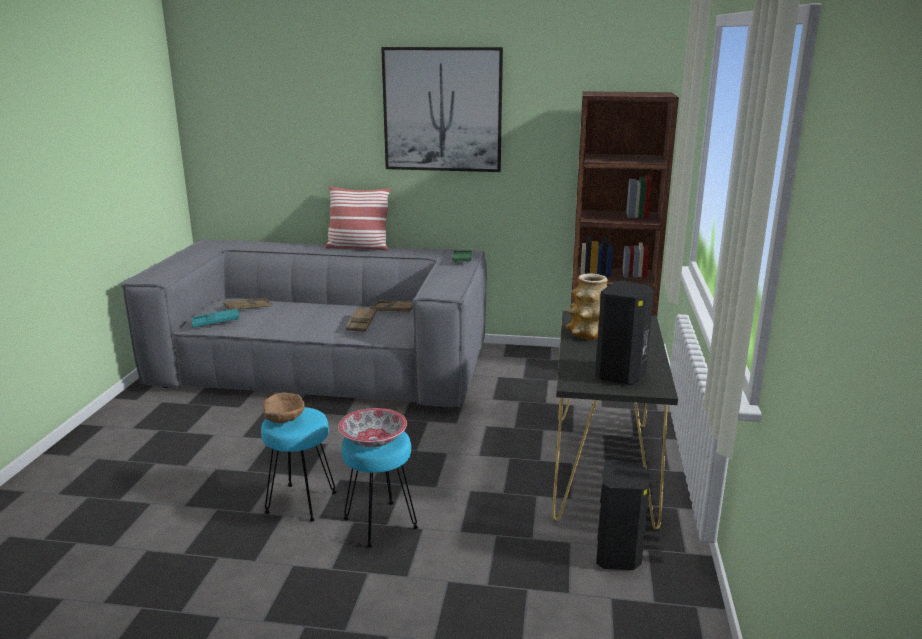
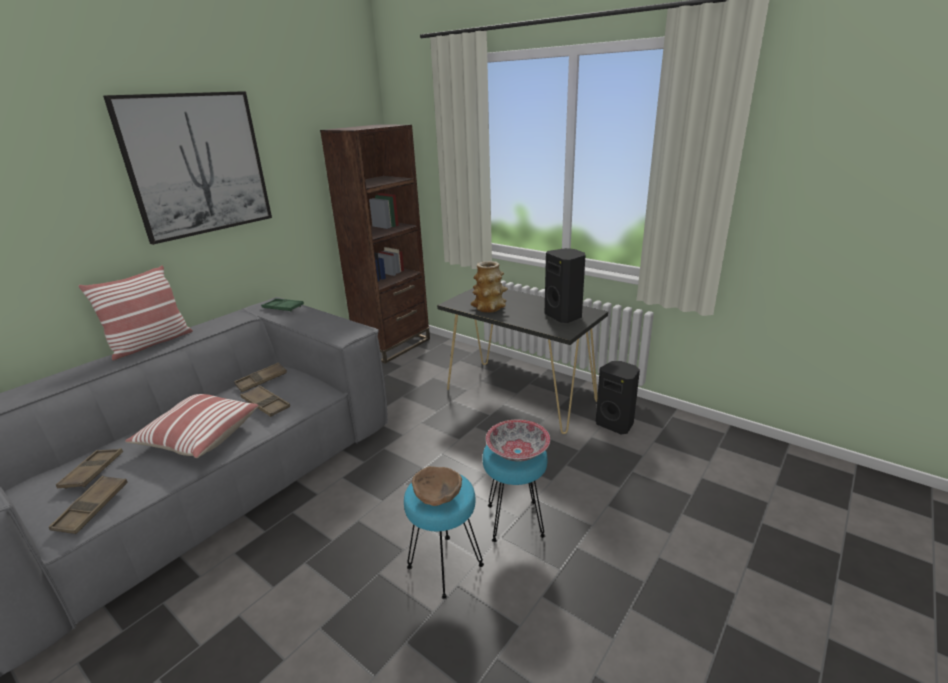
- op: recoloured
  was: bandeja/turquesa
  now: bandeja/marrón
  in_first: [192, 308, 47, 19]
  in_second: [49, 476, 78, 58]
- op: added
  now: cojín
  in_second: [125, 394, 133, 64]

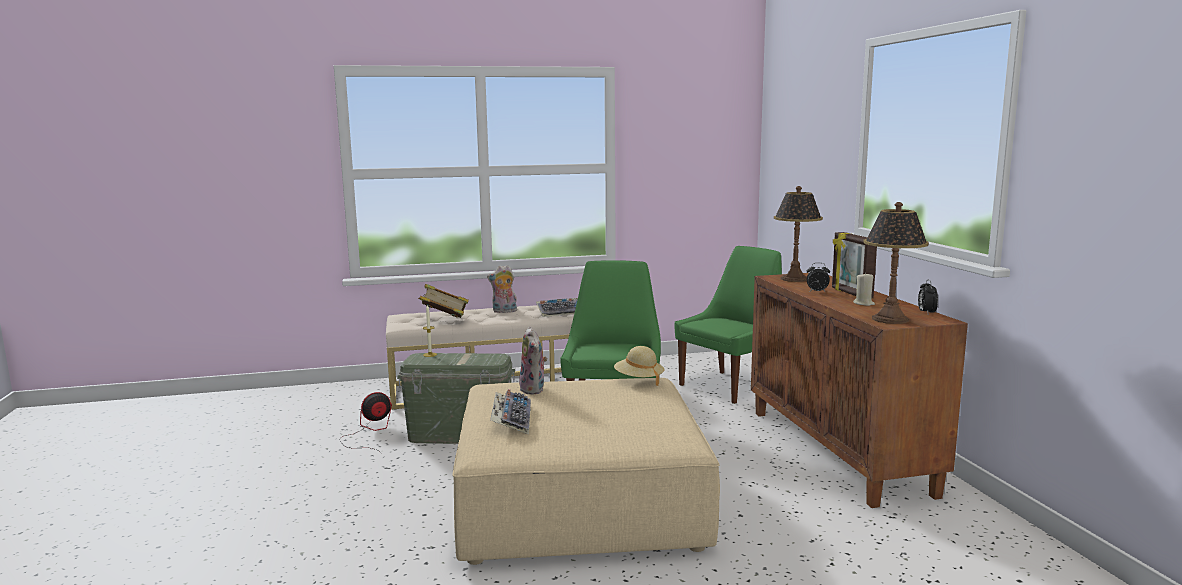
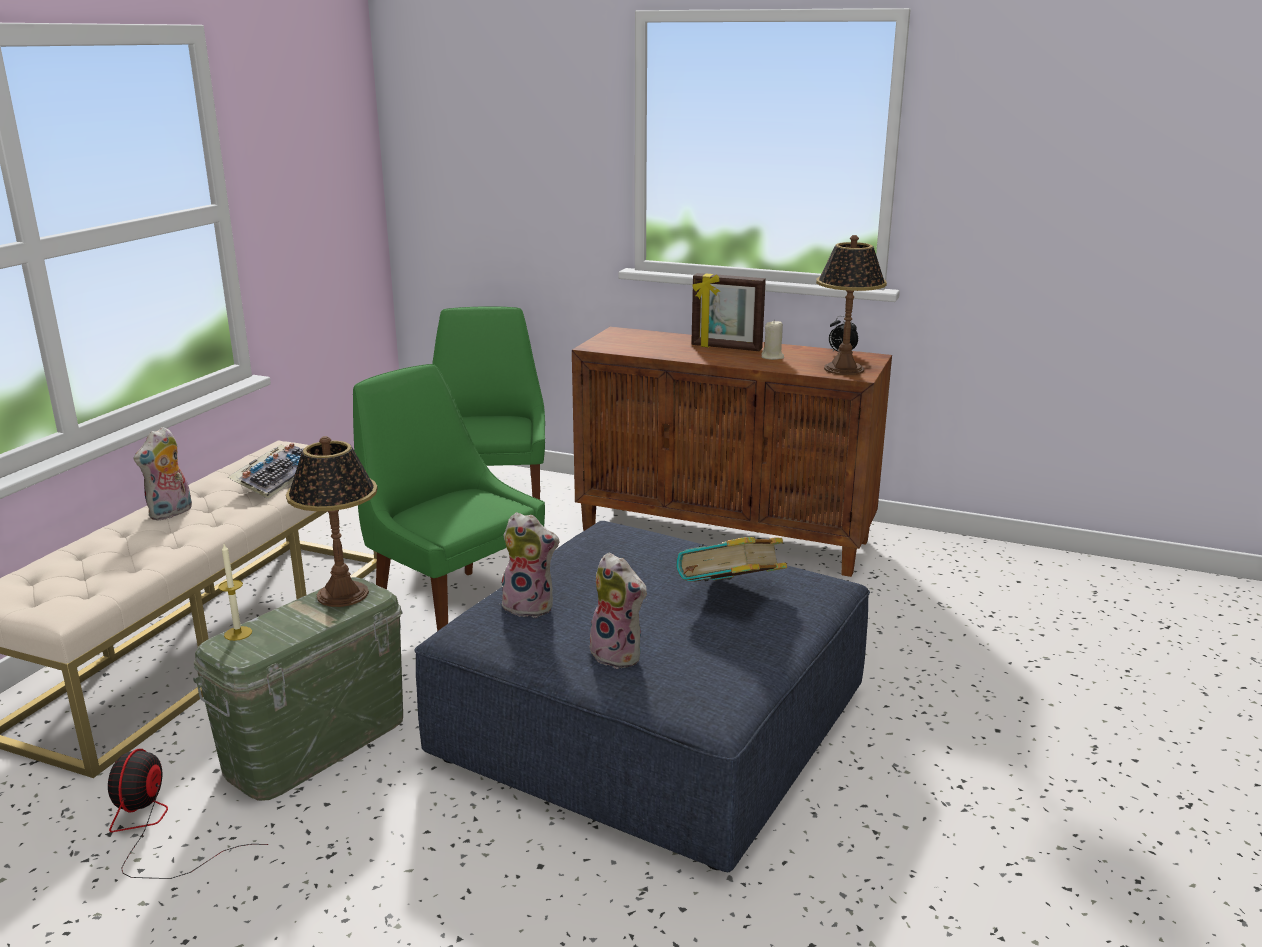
- op: moved
  was: lámpara de mesa
  in_first: [774, 186, 49, 96]
  in_second: [286, 436, 92, 171]
- op: recoloured
  was: puf/beis
  now: puf/azul
  in_first: [452, 378, 268, 187]
  in_second: [414, 521, 456, 351]
- op: replaced
  was: teclado
  now: peluche
  in_first: [490, 389, 41, 45]
  in_second: [583, 553, 64, 116]
- op: moved
  was: libro
  in_first: [418, 284, 51, 34]
  in_second: [676, 537, 111, 45]
- op: removed
  was: sombrero/beis
  in_first: [614, 346, 51, 40]
- op: removed
  was: despertador
  in_first: [807, 263, 23, 30]

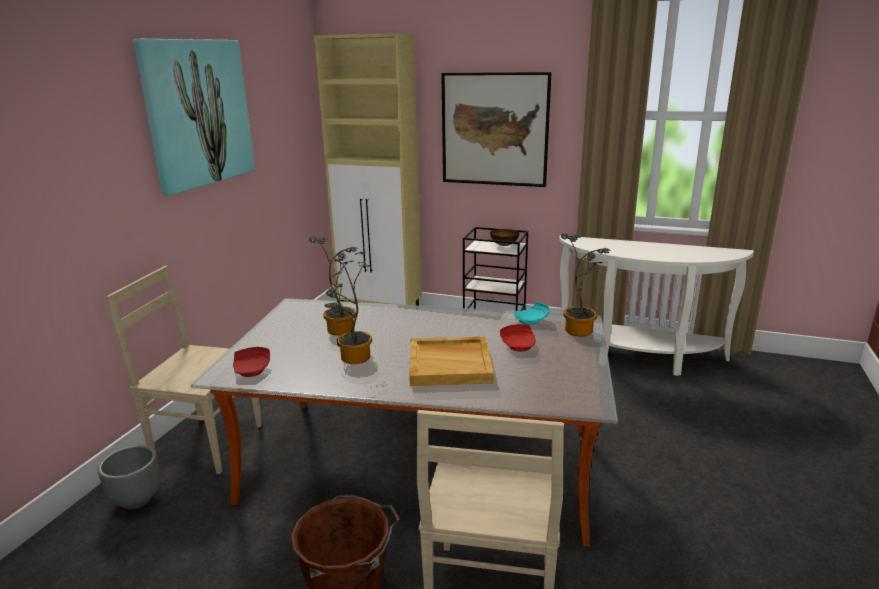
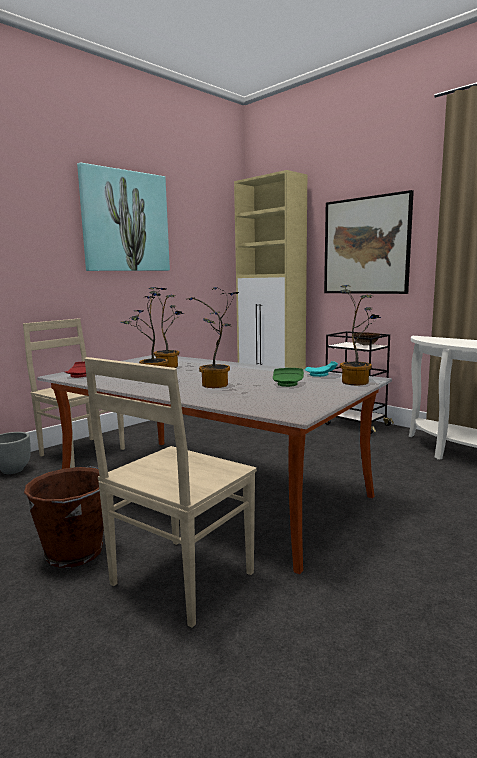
- op: replaced
  was: bandeja/beis
  now: planta en maceta
  in_first: [409, 336, 85, 50]
  in_second: [186, 287, 53, 101]
- op: recoloured
  was: plato/rojo
  now: plato/verde
  in_first: [500, 324, 36, 27]
  in_second: [273, 368, 31, 19]

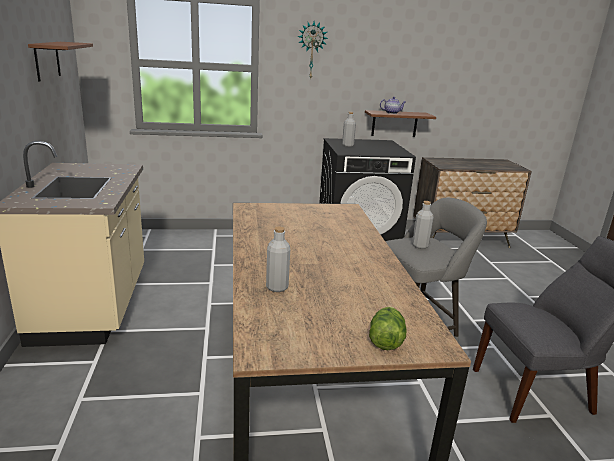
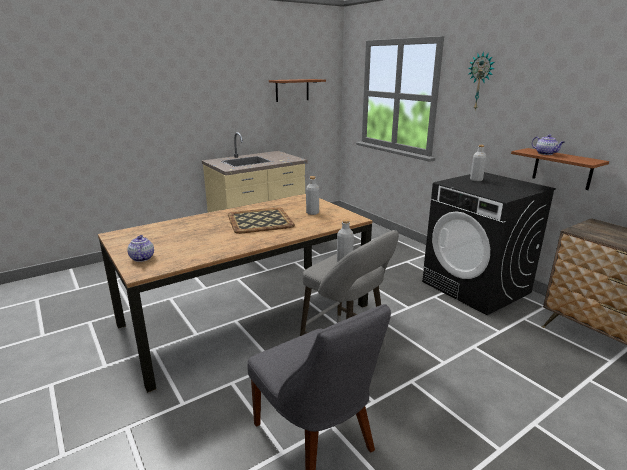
- op: replaced
  was: lechuga
  now: tetera
  in_first: [369, 306, 37, 44]
  in_second: [127, 235, 27, 27]
- op: added
  now: bandeja
  in_second: [228, 207, 67, 27]
- op: moved
  was: botella/gris
  in_first: [266, 226, 24, 66]
  in_second: [306, 176, 13, 39]

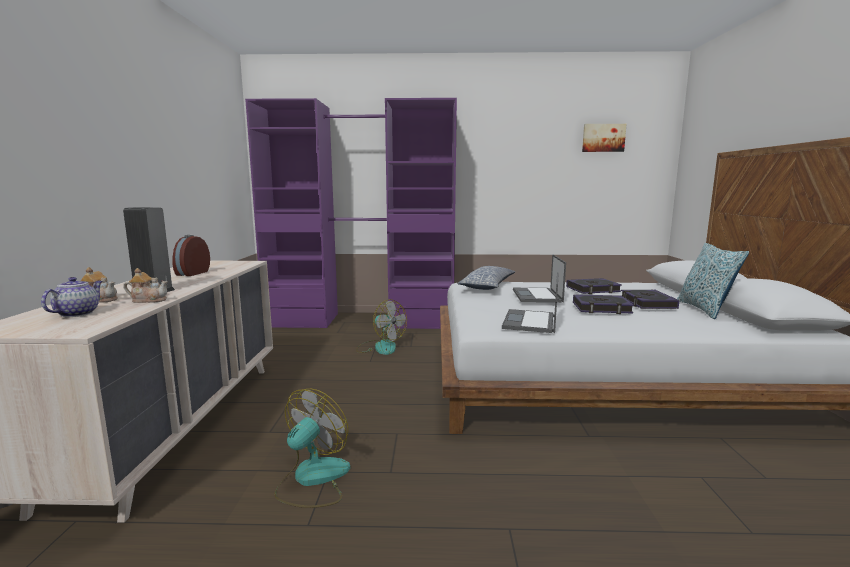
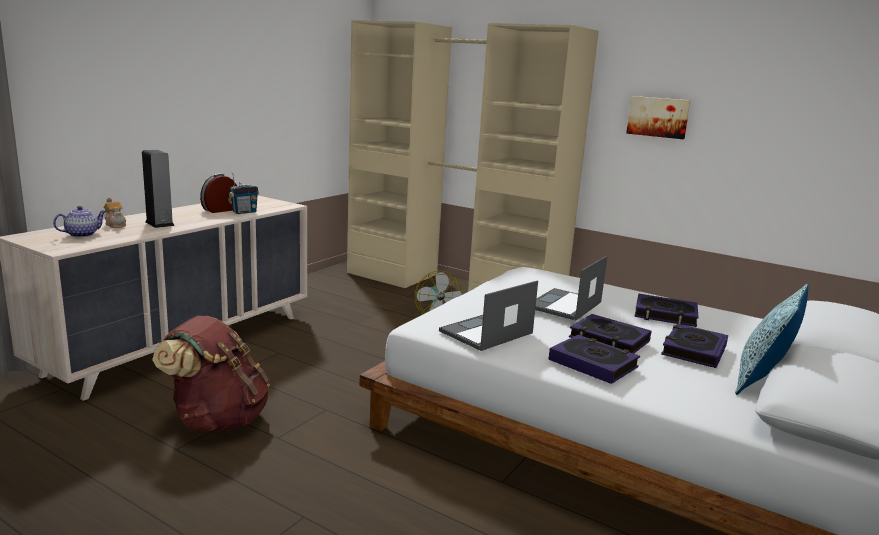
- op: replaced
  was: ventilador
  now: mochila/marrón
  in_first: [274, 388, 76, 120]
  in_second: [152, 316, 119, 115]
- op: added
  now: radio
  in_second: [228, 172, 31, 42]
- op: recoloured
  was: armario ropero/morado
  now: armario ropero/beis
  in_first: [245, 98, 212, 231]
  in_second: [347, 20, 252, 272]
- op: added
  now: libro
  in_second: [549, 334, 91, 50]
- op: moved
  was: cuadro
  in_first: [582, 124, 45, 28]
  in_second: [626, 96, 65, 43]
- op: removed
  was: tetera
  in_first: [123, 268, 45, 35]
- op: removed
  was: cojín
  in_first: [457, 266, 58, 24]

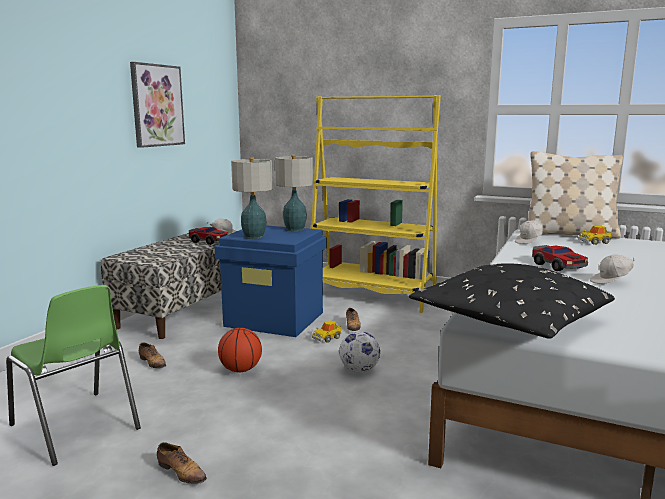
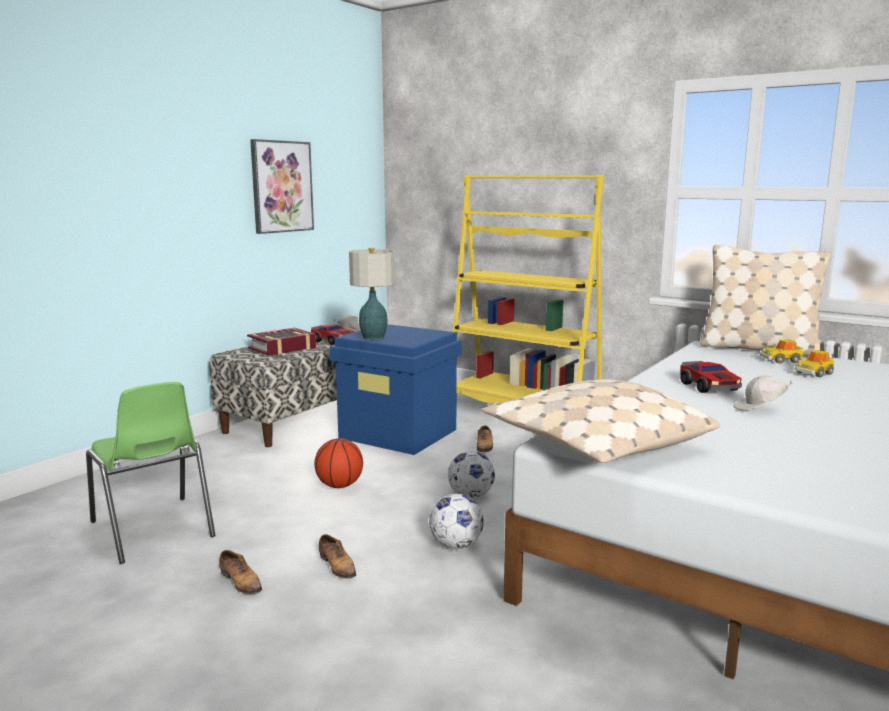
- op: added
  now: libro
  in_second: [247, 328, 69, 28]
- op: moved
  was: zapato
  in_first: [139, 342, 27, 26]
  in_second: [319, 534, 37, 45]
- op: added
  now: balón de fútbol
  in_second: [429, 494, 55, 55]
- op: recoloured
  was: cojín/negro
  now: cojín/beis
  in_first: [409, 263, 206, 76]
  in_second: [482, 379, 238, 84]
- op: moved
  was: coche de juguete
  in_first: [312, 320, 29, 23]
  in_second: [795, 350, 39, 27]
- op: removed
  was: lámpara de mesa
  in_first: [275, 155, 38, 76]
- op: removed
  was: gorra/blanco
  in_first: [515, 221, 28, 23]

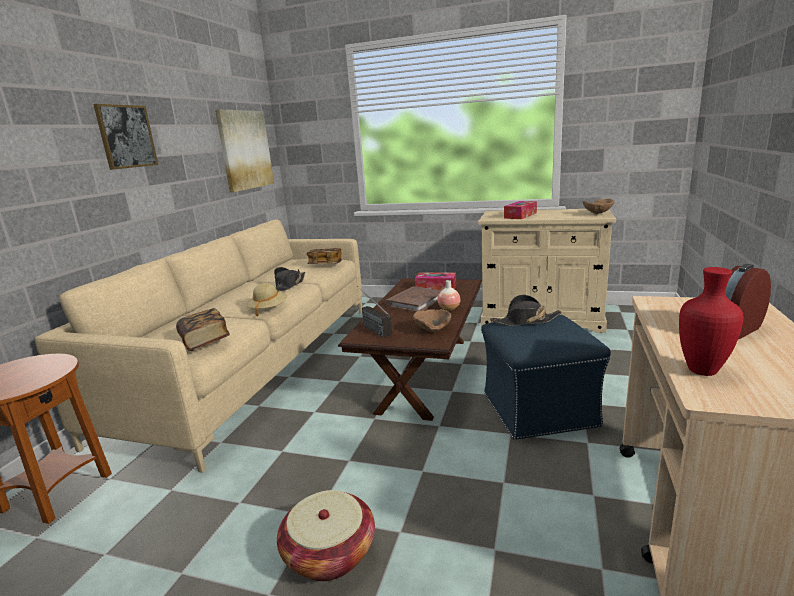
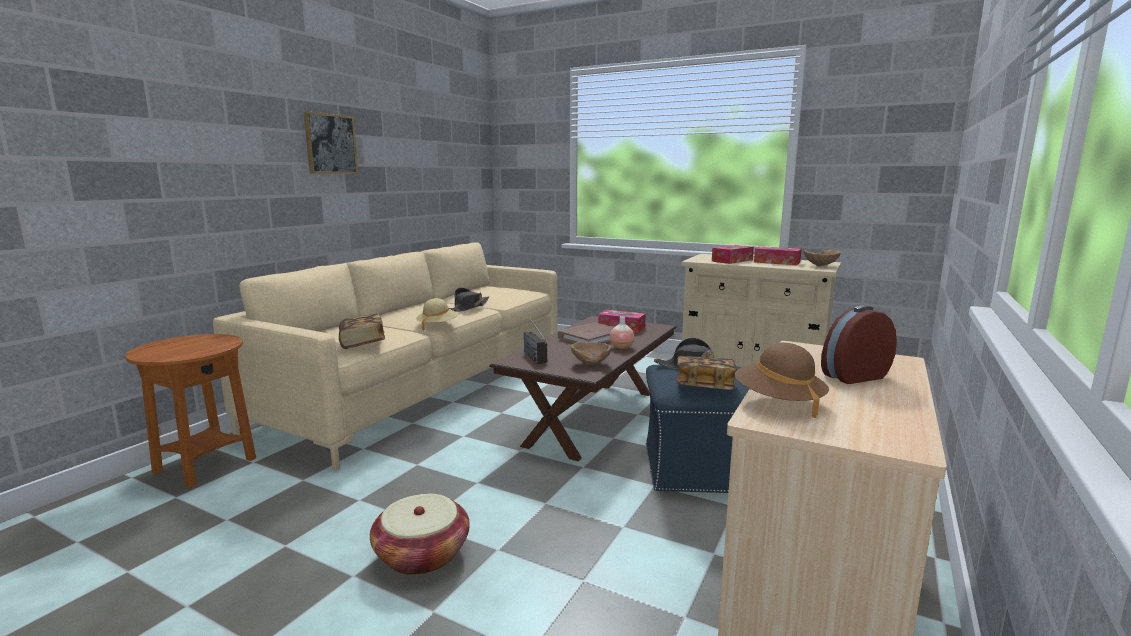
- op: moved
  was: libro
  in_first: [306, 248, 36, 16]
  in_second: [676, 356, 61, 34]
- op: replaced
  was: florero/rojo
  now: sombrero/marrón
  in_first: [679, 267, 65, 109]
  in_second: [735, 343, 94, 75]
- op: added
  now: caja de pañuelos
  in_second: [754, 246, 48, 19]
- op: removed
  was: cuadro
  in_first: [215, 109, 59, 83]

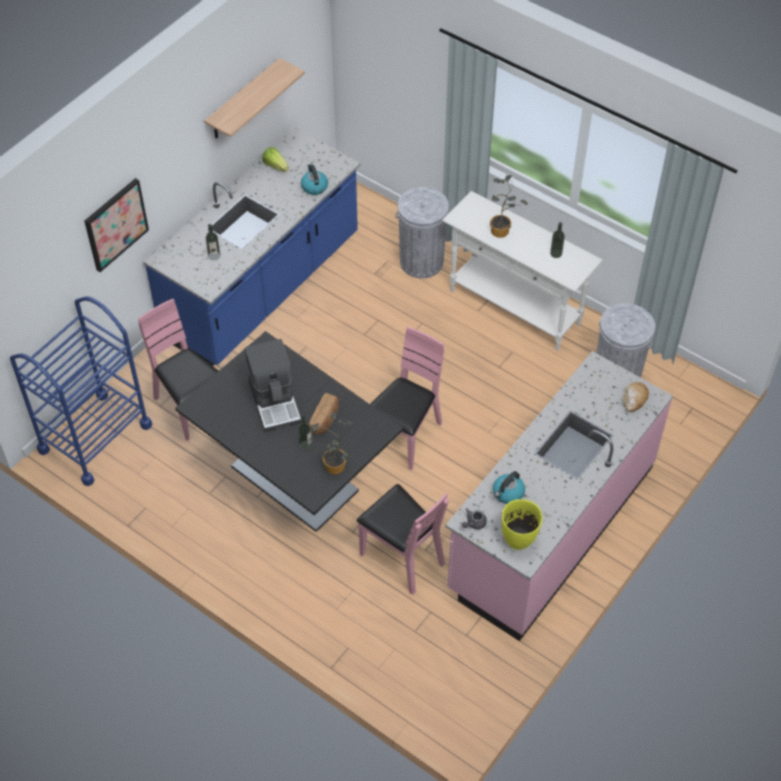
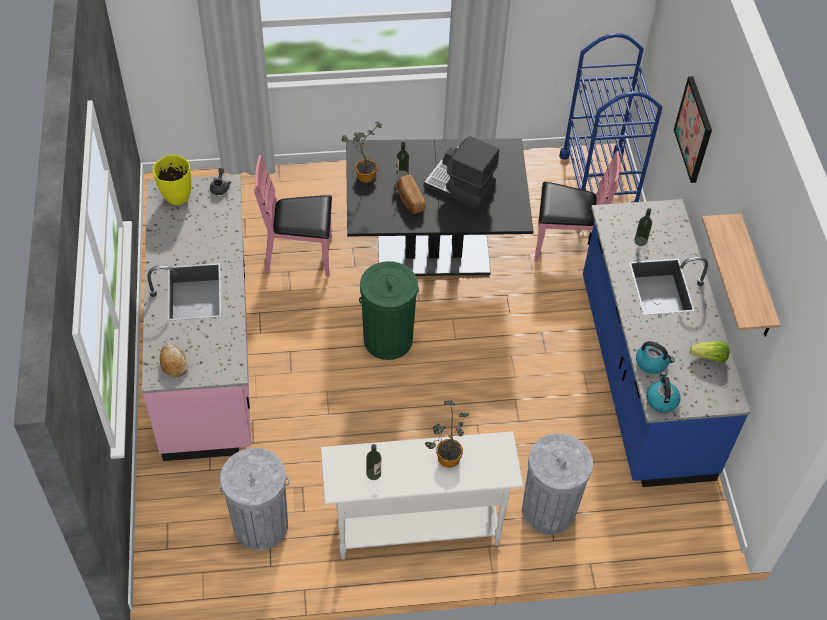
- op: replaced
  was: silla/rosa
  now: papelera/verde
  in_first: [370, 327, 75, 143]
  in_second: [359, 261, 60, 99]
- op: moved
  was: hervidor
  in_first: [493, 471, 32, 33]
  in_second: [646, 372, 34, 41]

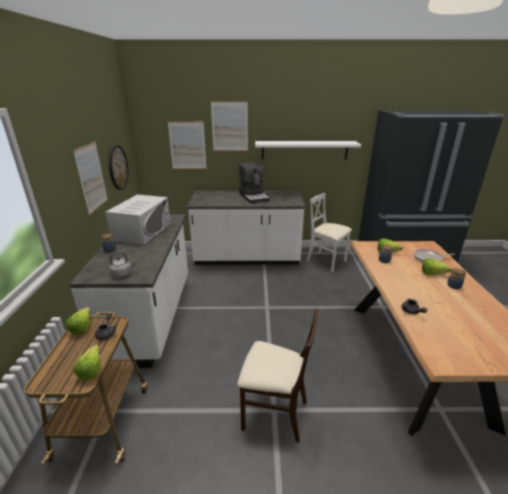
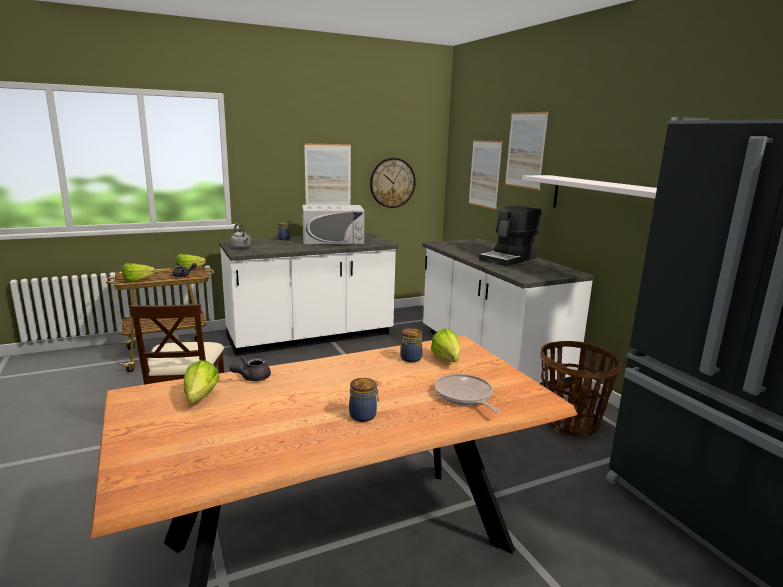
- op: moved
  was: lechuga
  in_first: [422, 258, 30, 17]
  in_second: [184, 360, 36, 43]
- op: replaced
  was: silla/blanco
  now: cesta
  in_first: [306, 193, 46, 79]
  in_second: [541, 341, 80, 96]

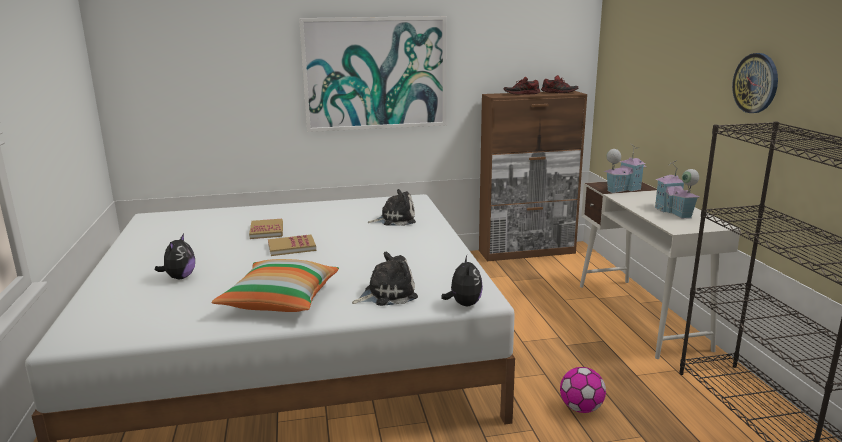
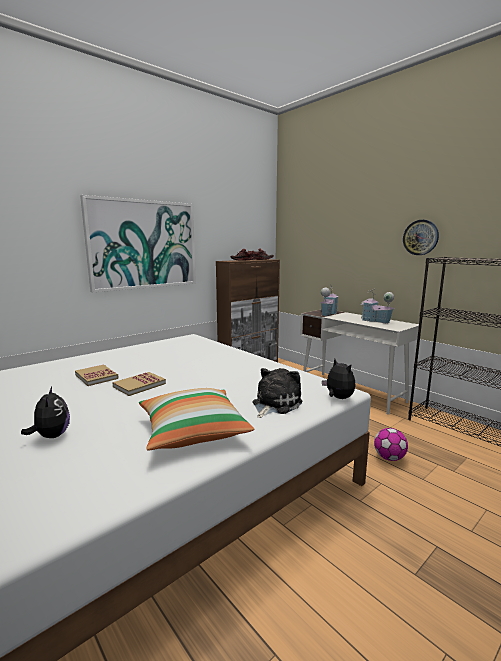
- op: removed
  was: peluche
  in_first: [367, 189, 49, 37]

